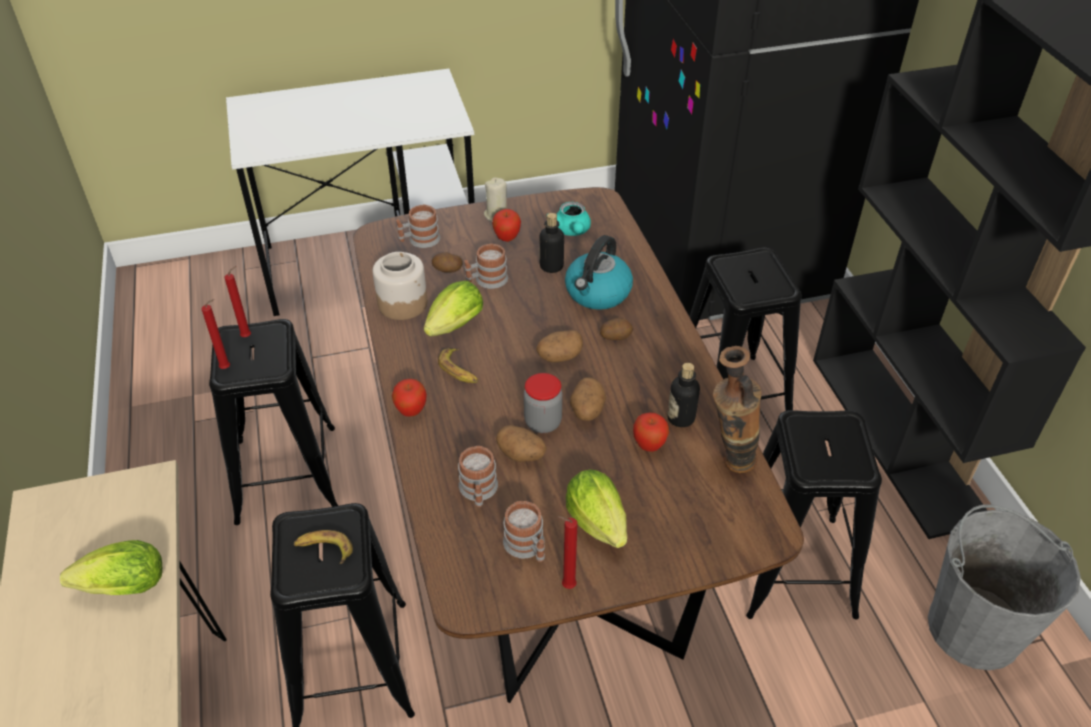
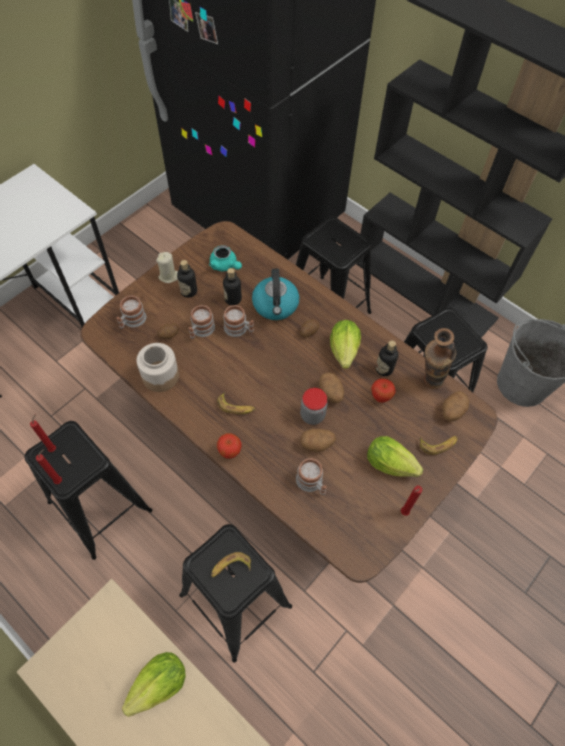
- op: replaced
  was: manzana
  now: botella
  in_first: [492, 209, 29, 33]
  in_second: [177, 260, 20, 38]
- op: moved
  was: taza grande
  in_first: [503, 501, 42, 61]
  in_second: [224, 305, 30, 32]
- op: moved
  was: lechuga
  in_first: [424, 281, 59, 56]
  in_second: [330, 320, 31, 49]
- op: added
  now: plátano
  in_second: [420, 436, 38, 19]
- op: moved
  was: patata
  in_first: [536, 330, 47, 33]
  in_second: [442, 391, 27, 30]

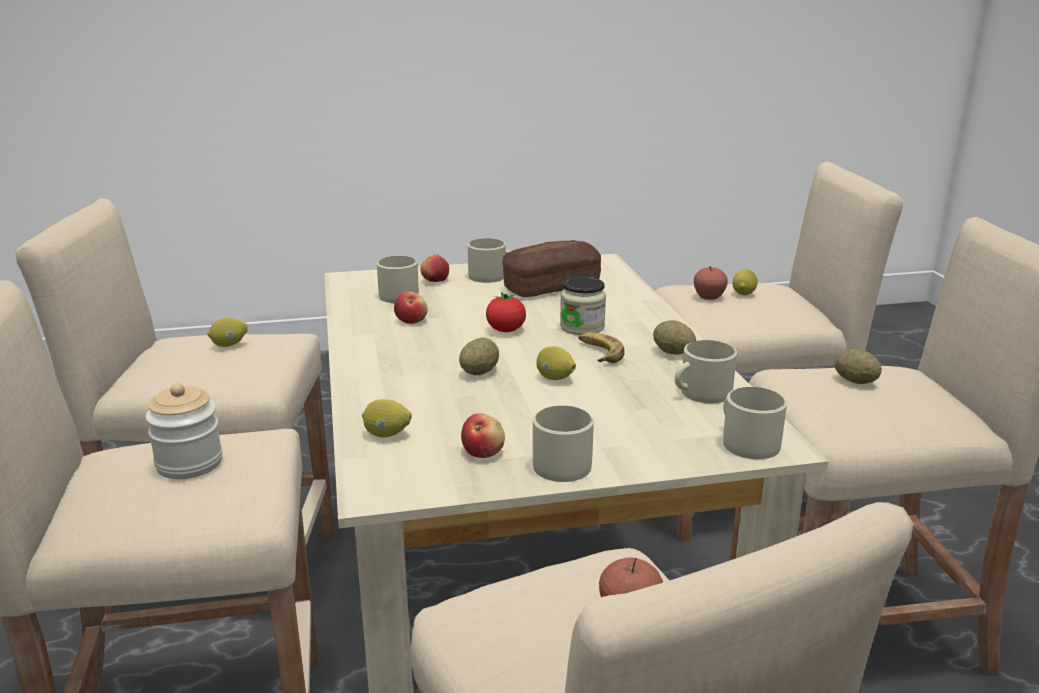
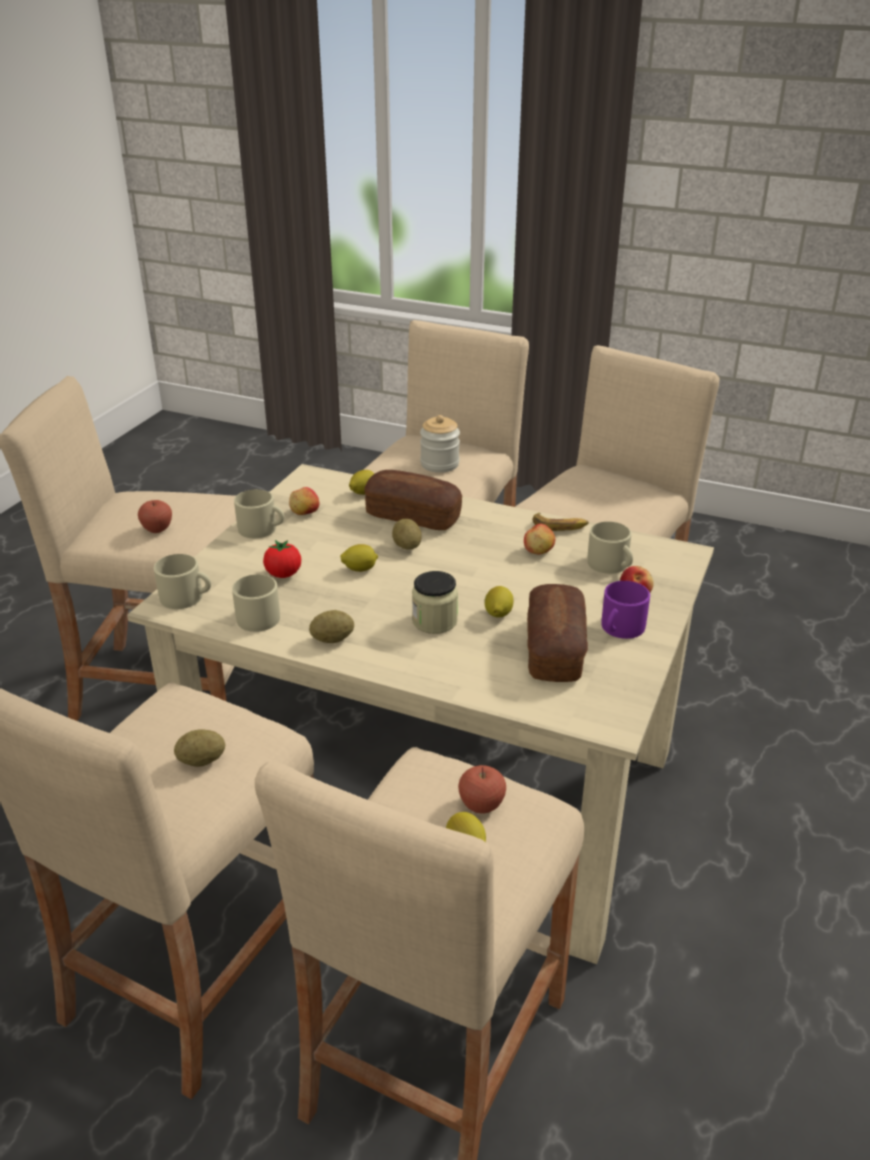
- op: moved
  was: tomate
  in_first: [486, 292, 40, 40]
  in_second: [263, 540, 38, 38]
- op: added
  now: pan
  in_second: [364, 470, 98, 60]
- op: moved
  was: limón
  in_first: [207, 318, 40, 29]
  in_second: [484, 586, 29, 31]
- op: moved
  was: plátano
  in_first: [578, 332, 47, 31]
  in_second: [533, 513, 56, 18]
- op: recoloured
  was: taza grande/beis
  now: taza grande/morado
  in_first: [468, 239, 43, 44]
  in_second: [602, 581, 48, 58]

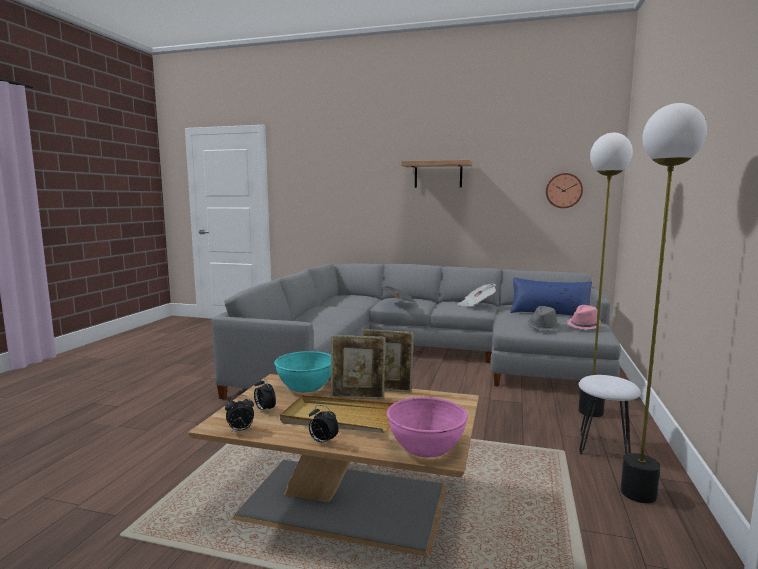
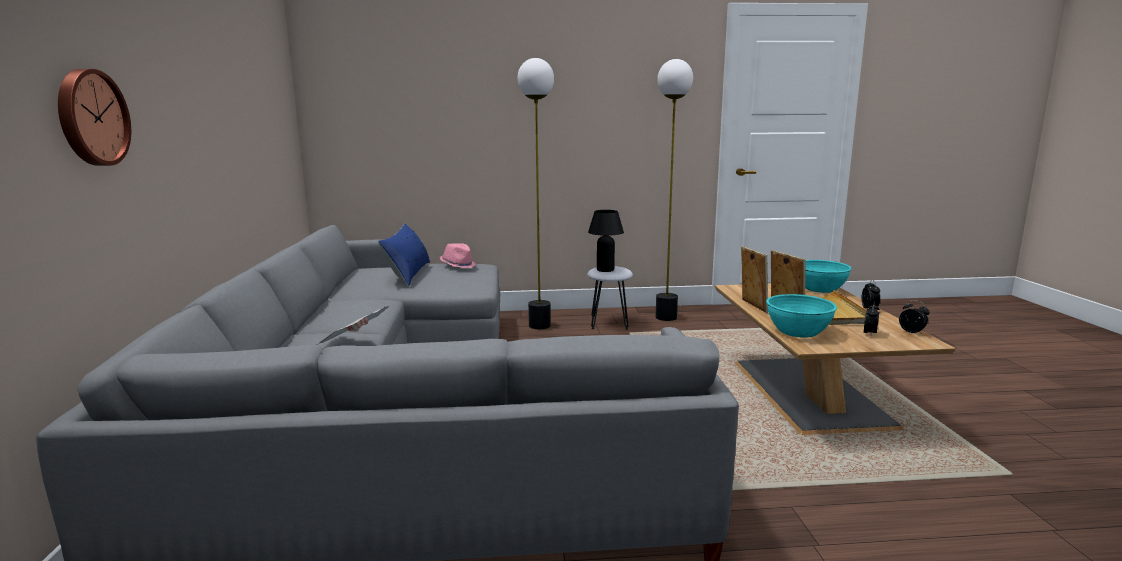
- op: moved
  was: reloj de pared
  in_first: [546, 173, 37, 35]
  in_second: [58, 69, 73, 97]
- op: added
  now: lámpara de mesa/negro
  in_second: [588, 210, 36, 62]
- op: recoloured
  was: cuenco/rosa
  now: cuenco/turquesa
  in_first: [387, 397, 81, 60]
  in_second: [805, 260, 47, 33]
- op: removed
  was: estante
  in_first: [401, 160, 71, 28]
- op: removed
  was: periódico
  in_first: [458, 284, 38, 23]
- op: removed
  was: sombrero/gris
  in_first: [527, 306, 34, 25]

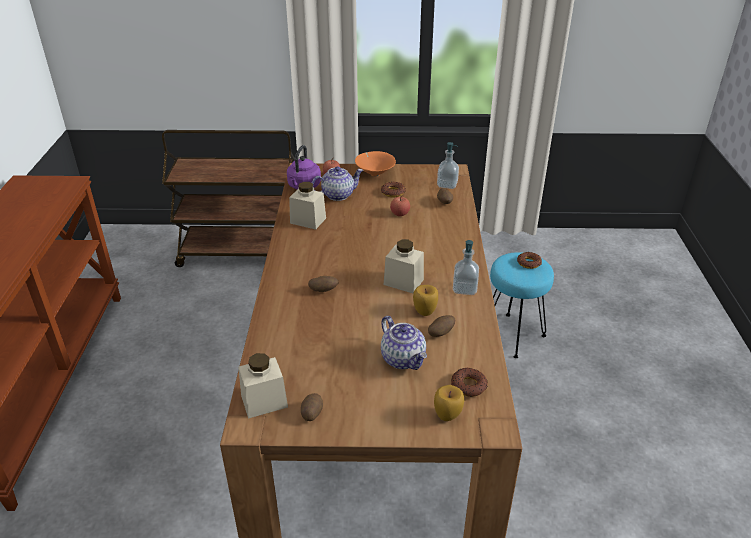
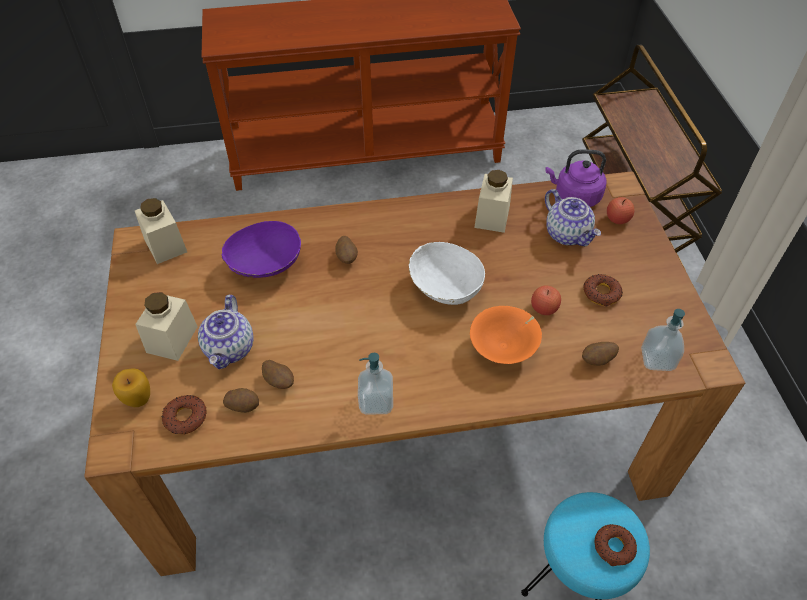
- op: moved
  was: tarro/beis
  in_first: [384, 239, 40, 54]
  in_second: [135, 292, 63, 69]
- op: turned
  was: tetera
  in_first: [381, 316, 46, 54]
  in_second: [198, 295, 55, 74]
  clockwise: -45
- op: added
  now: cuenco/morado
  in_second: [222, 221, 79, 57]
- op: moved
  was: patata
  in_first: [301, 393, 22, 28]
  in_second: [223, 388, 36, 25]
- op: added
  now: cuenco/blanco
  in_second: [409, 242, 76, 63]
- op: moved
  was: cuenco/naranja
  in_first: [355, 151, 41, 26]
  in_second: [470, 306, 72, 58]
- op: removed
  was: manzana
  in_first: [413, 285, 25, 31]

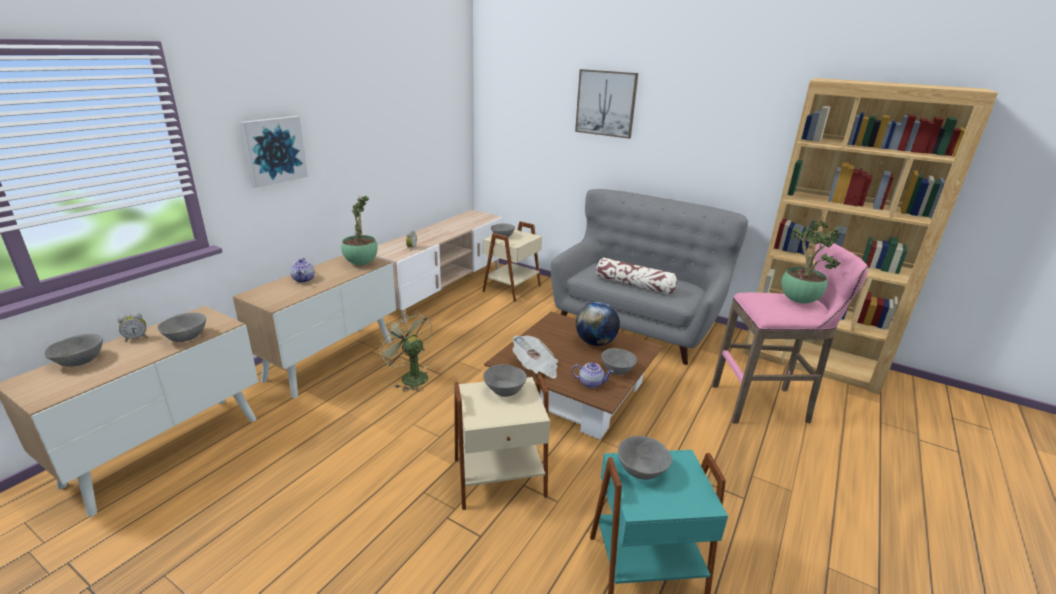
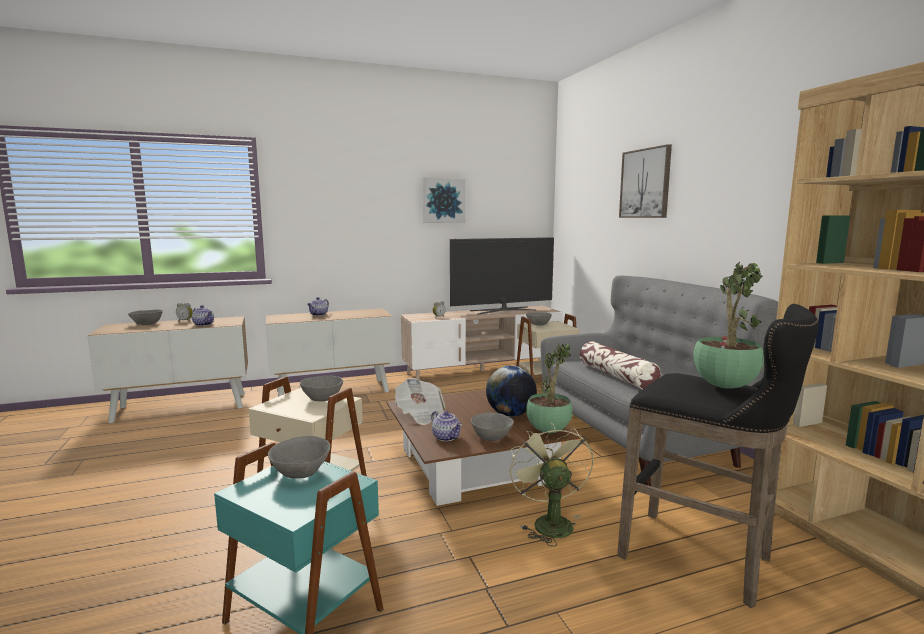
- op: replaced
  was: cuenco/gris
  now: tetera
  in_first: [157, 313, 49, 29]
  in_second: [192, 305, 22, 21]
- op: moved
  was: cuadro
  in_first: [240, 116, 68, 72]
  in_second: [423, 178, 43, 45]
- op: added
  now: televisor
  in_second: [450, 237, 104, 78]
- op: moved
  was: ventilador/verde
  in_first: [377, 311, 55, 80]
  in_second: [509, 422, 84, 125]
- op: moved
  was: planta en maceta
  in_first: [341, 196, 36, 69]
  in_second: [526, 343, 47, 90]
- op: recoloured
  was: taburete/rosa
  now: taburete/negro
  in_first: [712, 243, 156, 181]
  in_second: [617, 304, 202, 304]

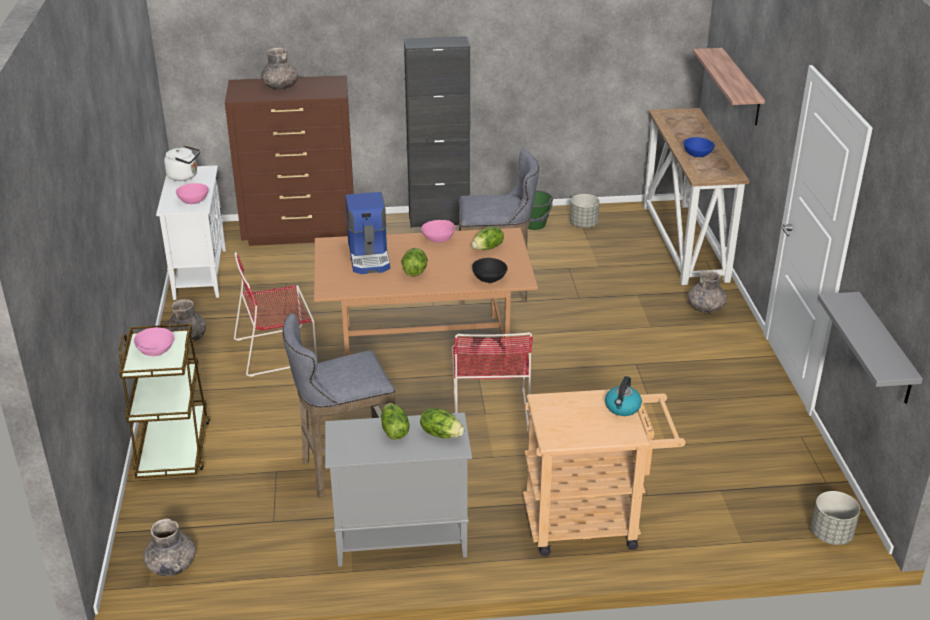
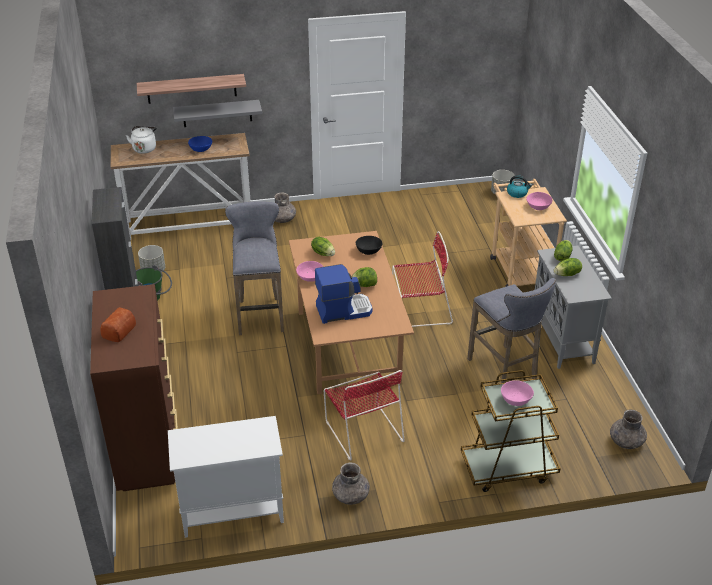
- op: replaced
  was: florero/gris
  now: pan
  in_first: [261, 48, 37, 41]
  in_second: [100, 307, 36, 35]
- op: moved
  was: hervidor/blanco
  in_first: [164, 145, 36, 36]
  in_second: [126, 126, 31, 28]
- op: moved
  was: estante/gris
  in_first: [818, 292, 105, 112]
  in_second: [173, 100, 89, 27]
- op: moved
  was: cuenco/rosa
  in_first: [176, 183, 33, 21]
  in_second: [526, 192, 27, 18]

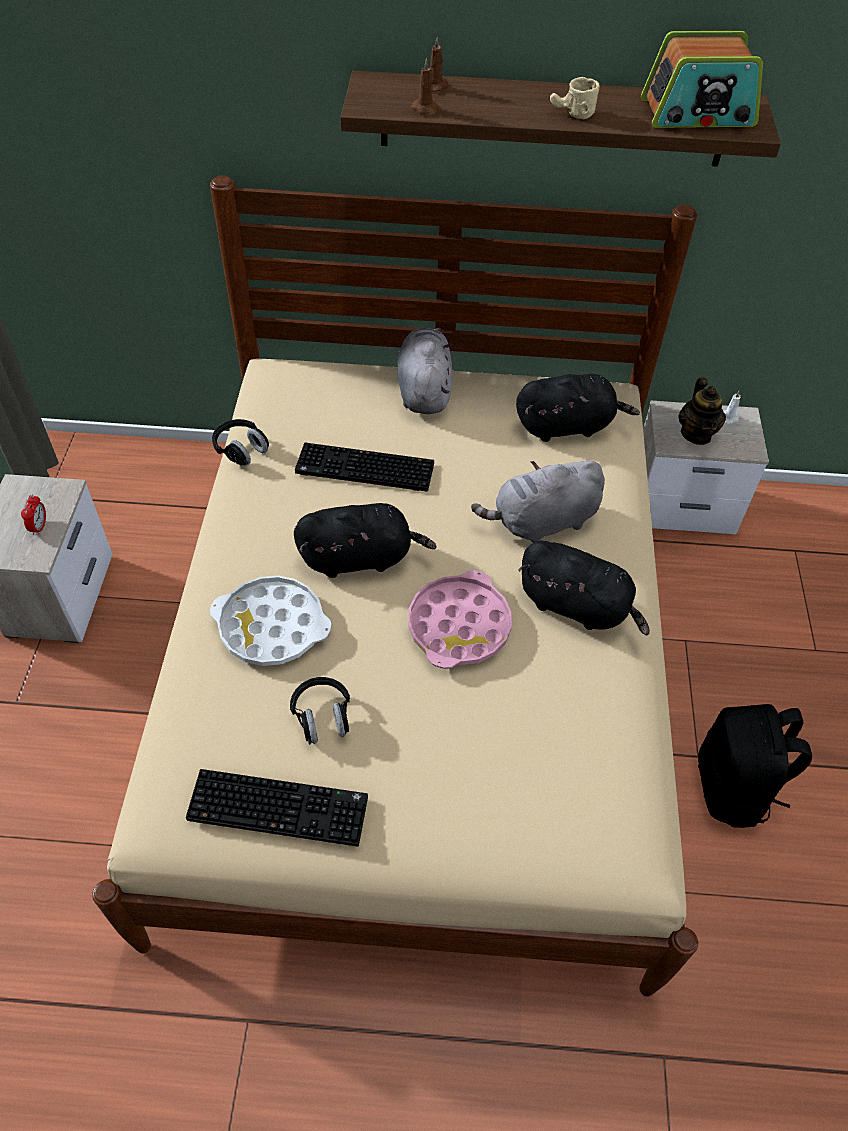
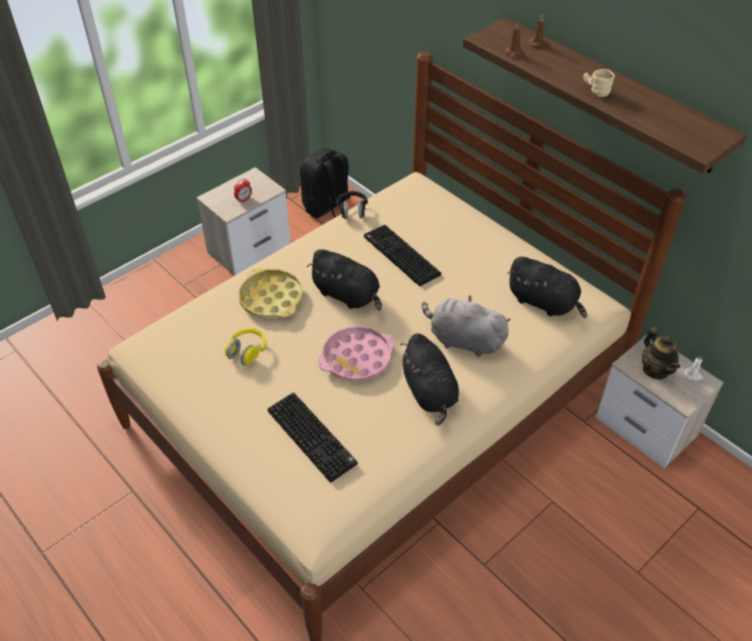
- op: recoloured
  was: auriculares/negro
  now: auriculares/amarillo
  in_first: [290, 677, 60, 68]
  in_second: [224, 328, 42, 37]
- op: recoloured
  was: bandeja/blanco
  now: bandeja/amarillo
  in_first: [210, 576, 121, 90]
  in_second: [238, 268, 66, 50]
- op: moved
  was: teclado
  in_first: [186, 769, 182, 78]
  in_second: [267, 392, 91, 91]
- op: moved
  was: mochila/negro
  in_first: [698, 704, 114, 124]
  in_second: [300, 148, 51, 70]
- op: turned
  was: tetera
  in_first: [678, 378, 48, 67]
  in_second: [642, 327, 38, 52]
  clockwise: -60
- op: removed
  was: peluche/gris
  in_first: [398, 328, 54, 86]
- op: removed
  was: radio
  in_first: [641, 31, 122, 97]

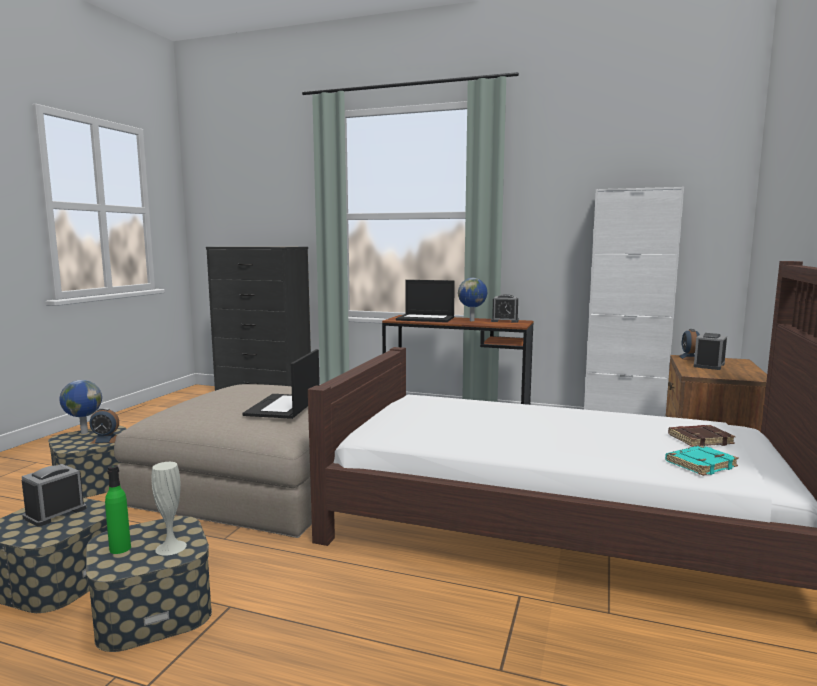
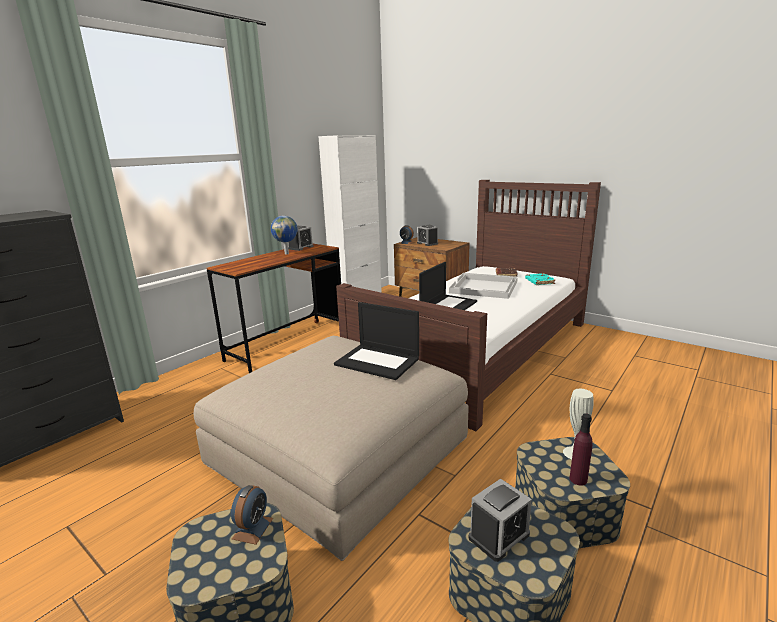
- op: moved
  was: portátil
  in_first: [396, 280, 59, 42]
  in_second: [419, 262, 58, 48]
- op: added
  now: bandeja/blanco
  in_second: [449, 273, 69, 26]
- op: turned
  was: despertador
  in_first: [22, 464, 64, 63]
  in_second: [469, 479, 63, 83]
  clockwise: -90
- op: recoloured
  was: botella/verde
  now: botella/morado
  in_first: [105, 465, 26, 89]
  in_second: [569, 413, 24, 72]
- op: removed
  was: globo terráqueo
  in_first: [59, 380, 43, 54]

